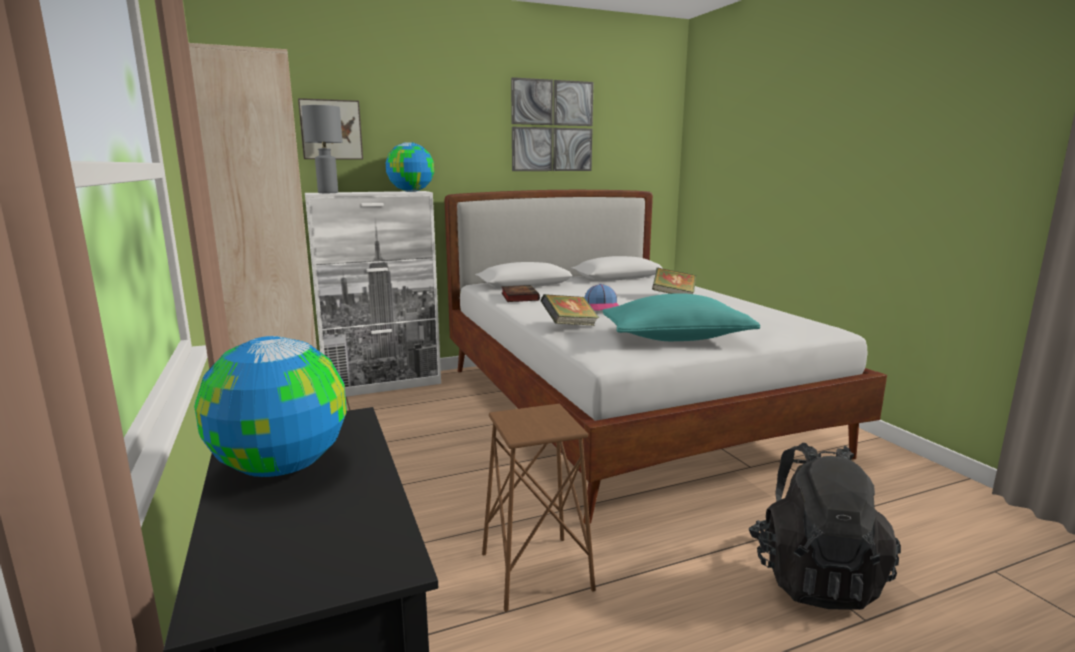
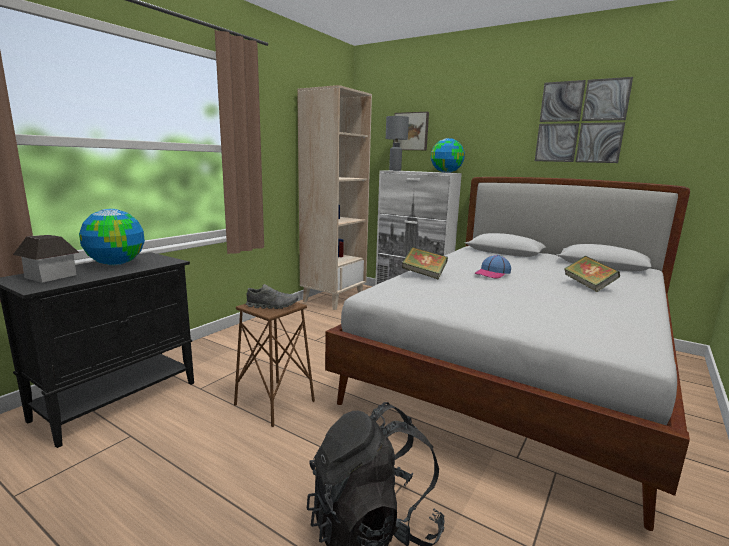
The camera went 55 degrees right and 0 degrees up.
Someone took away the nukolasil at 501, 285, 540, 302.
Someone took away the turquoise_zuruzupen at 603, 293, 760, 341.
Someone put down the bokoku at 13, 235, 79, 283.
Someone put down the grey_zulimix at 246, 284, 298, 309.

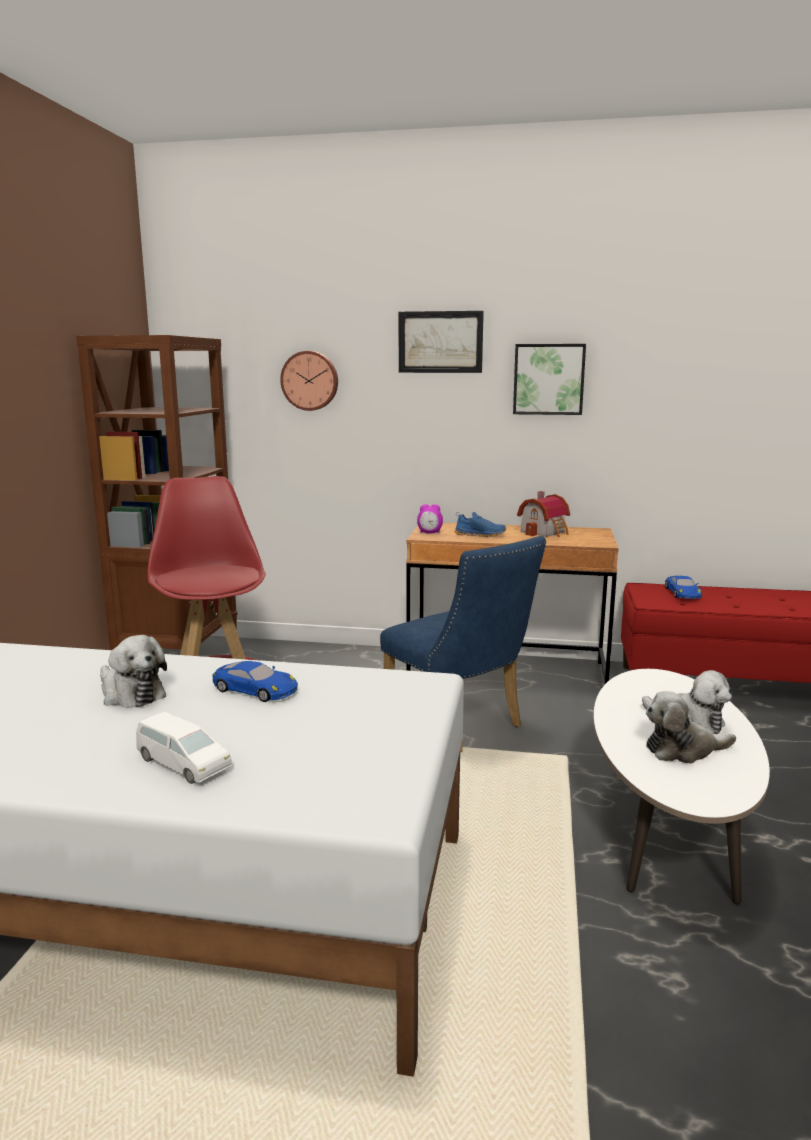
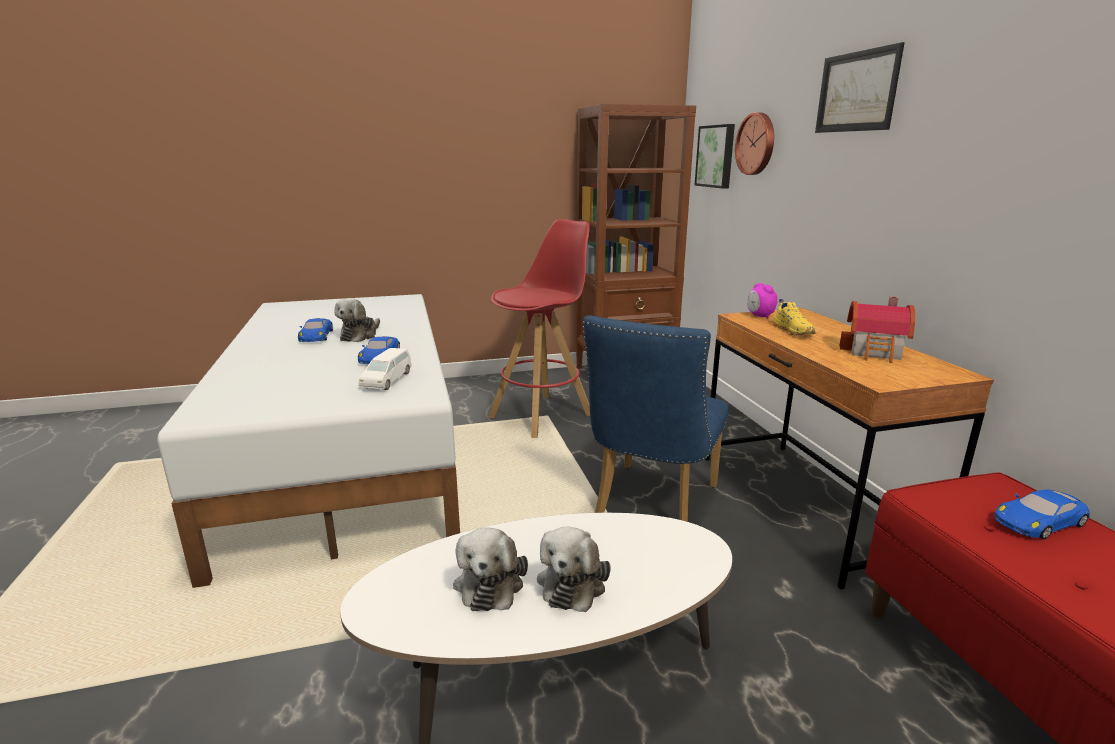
The camera went 65 degrees right and 5 degrees up.
Someone put down the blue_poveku at 298, 318, 333, 342.
Someone carried the white_poveku from 136, 712, 232, 784 to 359, 348, 411, 390.
Someone carried the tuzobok from 513, 344, 586, 415 to 695, 124, 735, 189.
Someone repainted the blue_zulimix at 454, 512, 506, 537, which became the yellow_zulimix at 772, 299, 816, 335.
Someone rotated the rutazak at 646, 691, 736, 764 by 150 degrees counterclockwise.

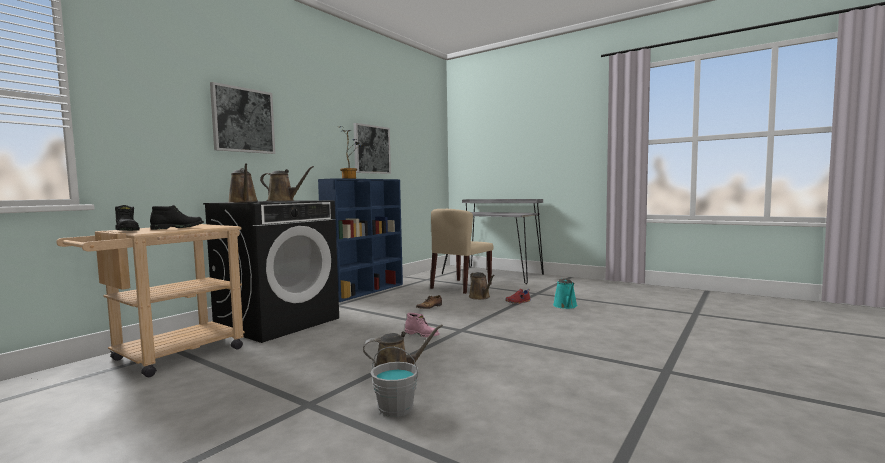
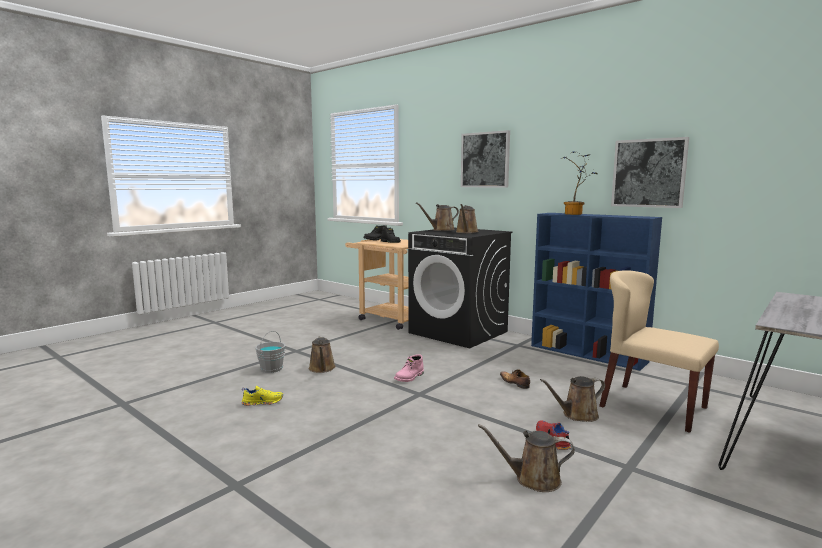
The camera went 95 degrees right and 5 degrees up.
Someone put down the yellow_zulimix at 241, 386, 283, 406.
Someone repainted the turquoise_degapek at 553, 278, 578, 309, which became the brown_degapek at 478, 424, 575, 492.

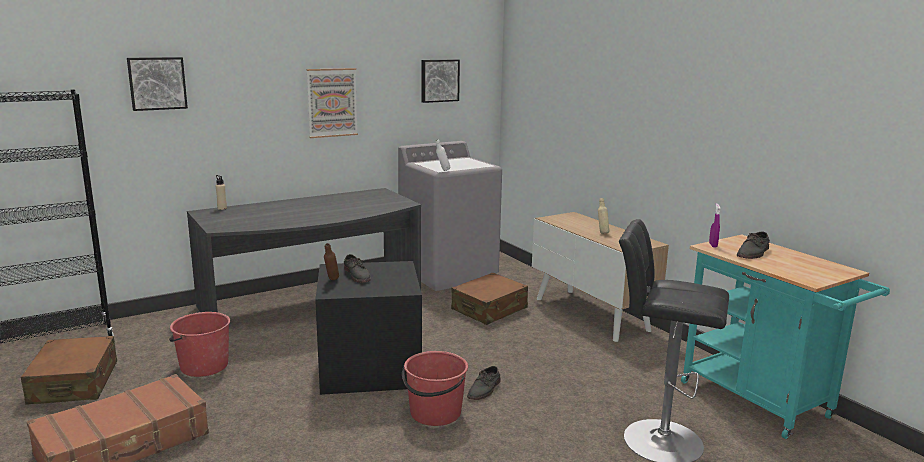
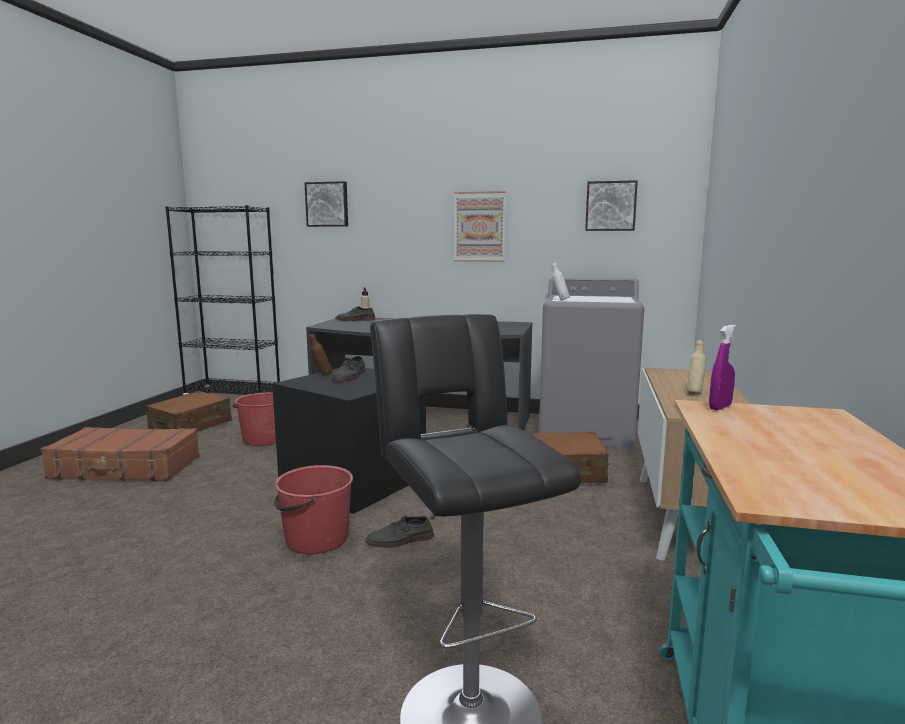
The camera went 45 degrees right and 5 degrees down.
Someone carried the grey_zulimix from 737, 231, 770, 259 to 335, 306, 376, 321.

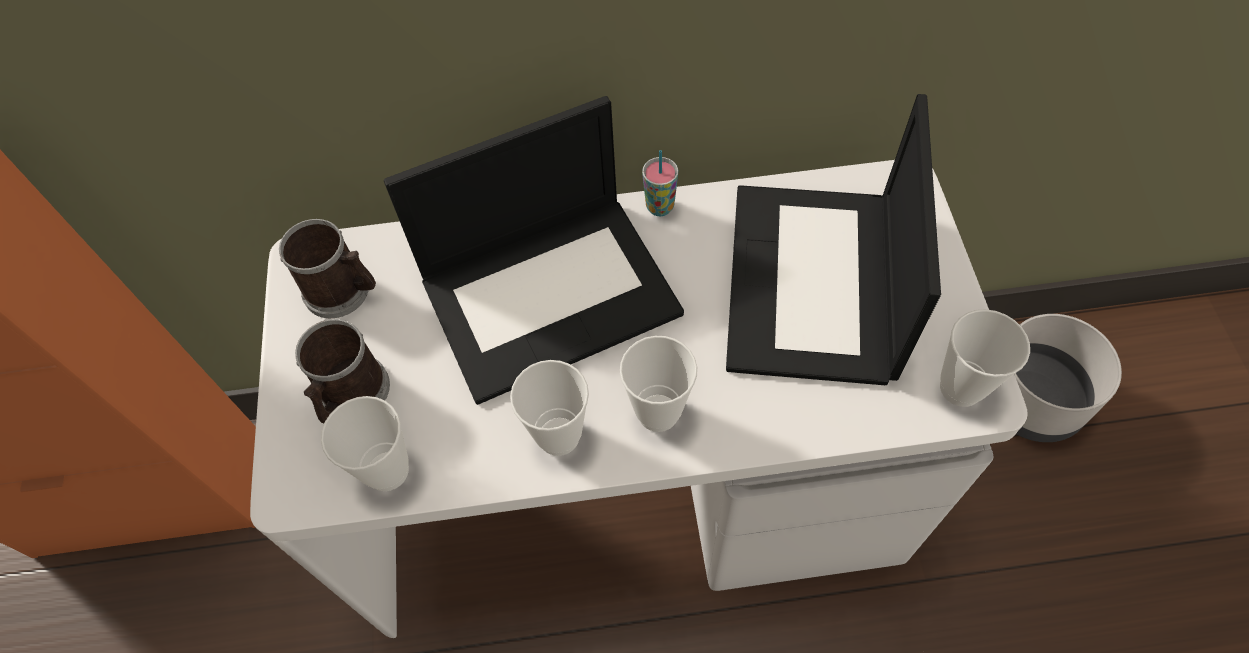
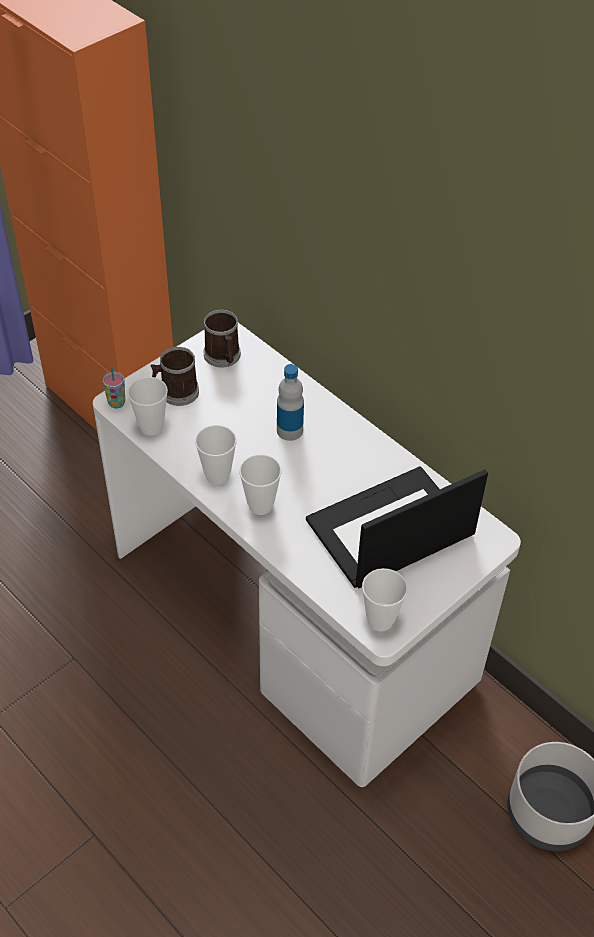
The camera went 50 degrees right and 10 degrees down.
Someone carried the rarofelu from 642, 150, 678, 216 to 103, 366, 125, 409.
Someone swapped the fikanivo at 384, 96, 684, 405 for the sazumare at 277, 364, 304, 441.

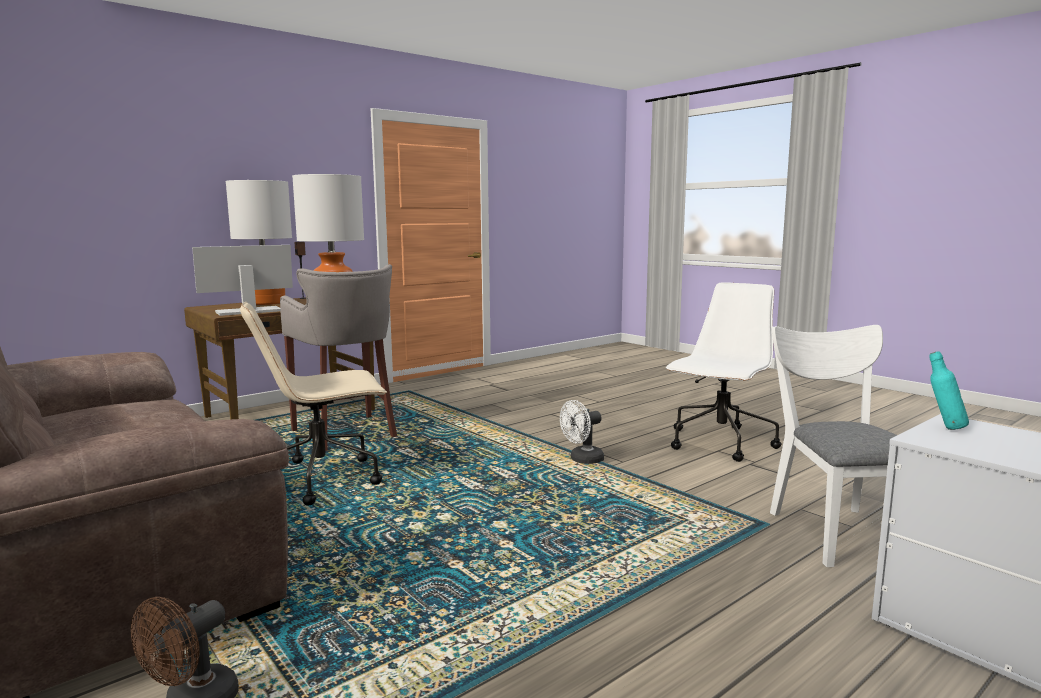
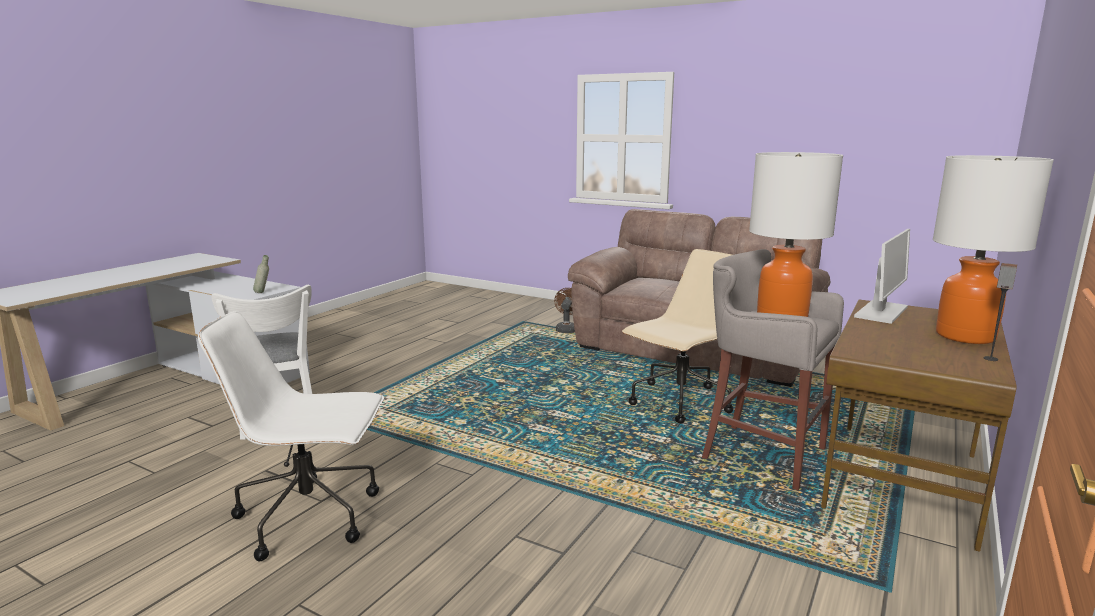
The camera went 160 degrees right and 5 degrees up.
Someone took away the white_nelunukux at 560, 400, 604, 464.
Someone repainted the turquoise_sazumare at 930, 351, 969, 430, which became the grey_sazumare at 253, 255, 269, 293.
Someone rotated the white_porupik at 666, 282, 782, 462 by 75 degrees clockwise.

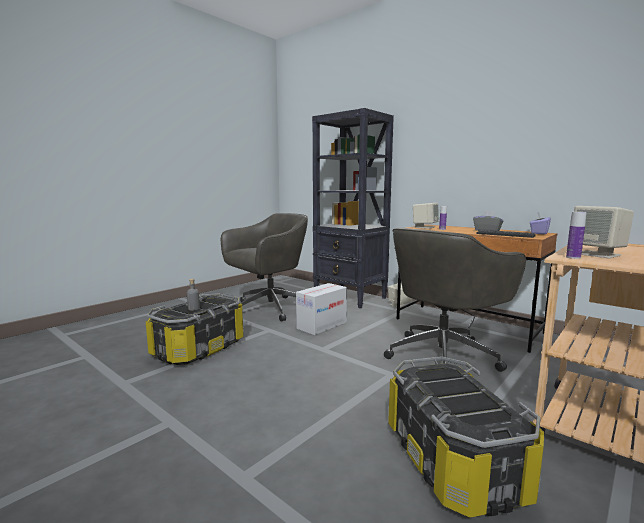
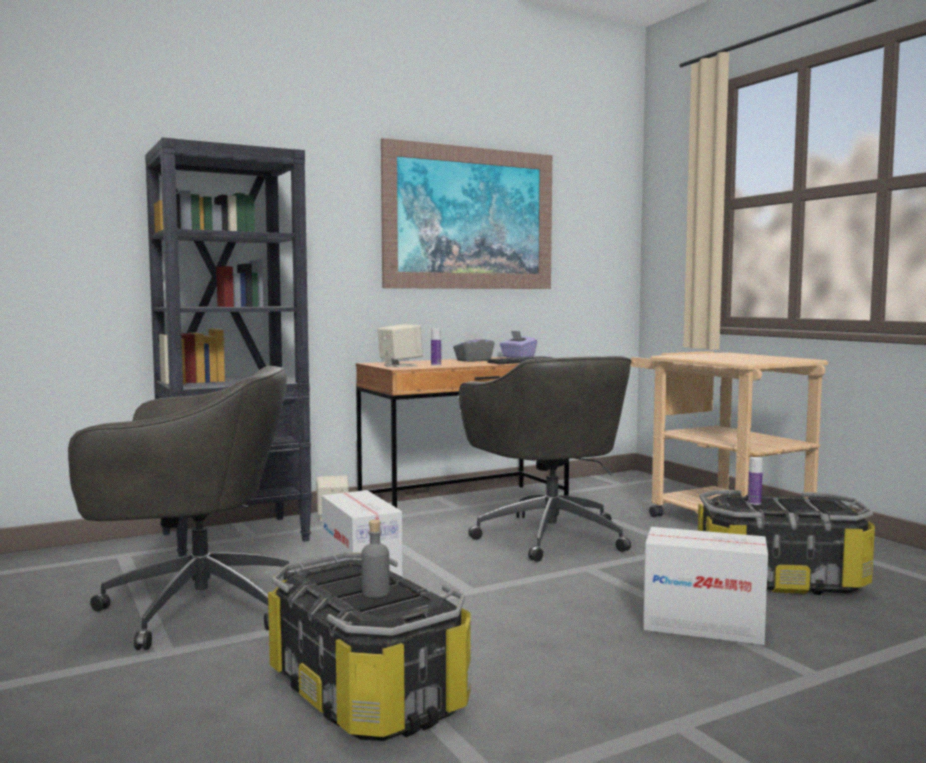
The camera went 70 degrees left and 5 degrees down.
Someone took away the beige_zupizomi at 574, 206, 634, 258.
Someone put up the tuzobok at 381, 138, 552, 289.
Someone put down the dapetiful at 643, 527, 768, 645.
Someone carried the sazumare from 566, 212, 587, 259 to 748, 457, 763, 505.
Someone rotated the grey_porupik at 221, 213, 308, 322 by 105 degrees clockwise.

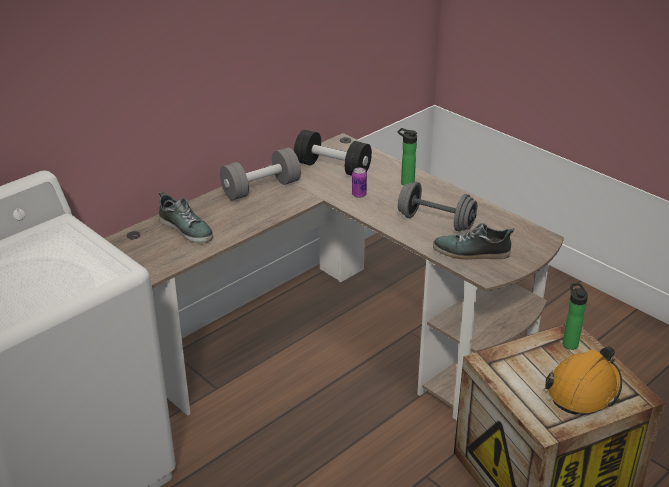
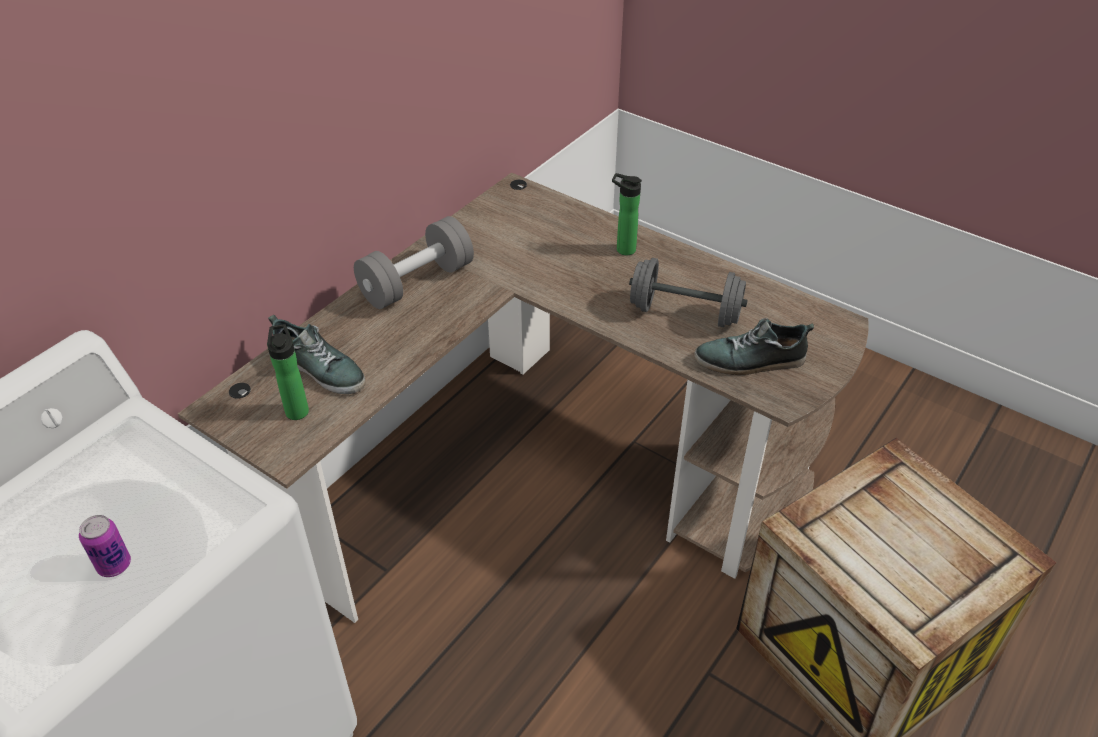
The camera went 10 degrees left and 10 degrees up.
Someone took away the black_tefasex at 294, 130, 372, 176.
Someone took away the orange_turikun at 545, 346, 622, 415.
Someone carried the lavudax from 352, 168, 367, 198 to 79, 515, 131, 577.
Someone carried the sazumare from 563, 283, 588, 350 to 267, 324, 309, 420.

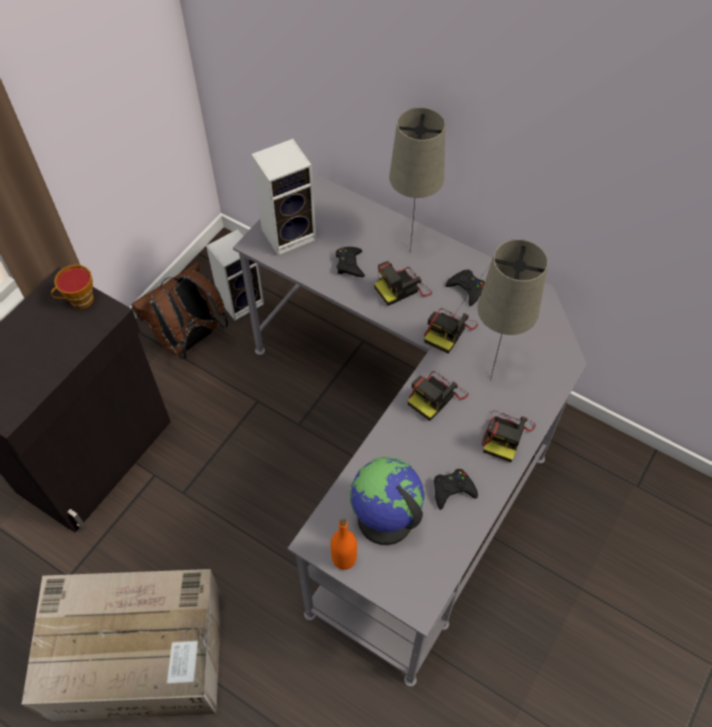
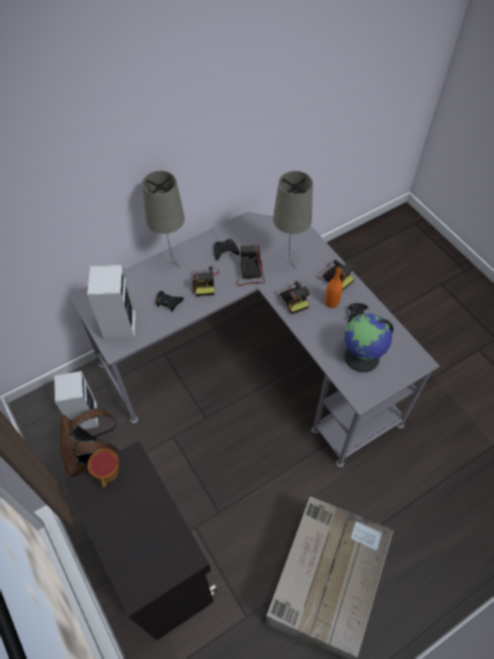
The camera went 65 degrees left and 0 degrees up.
Someone carried the orange_sazumare from 331, 519, 357, 570 to 325, 266, 343, 308.
Someone rotated the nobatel at 424, 308, 478, 354 by 150 degrees counterclockwise.

